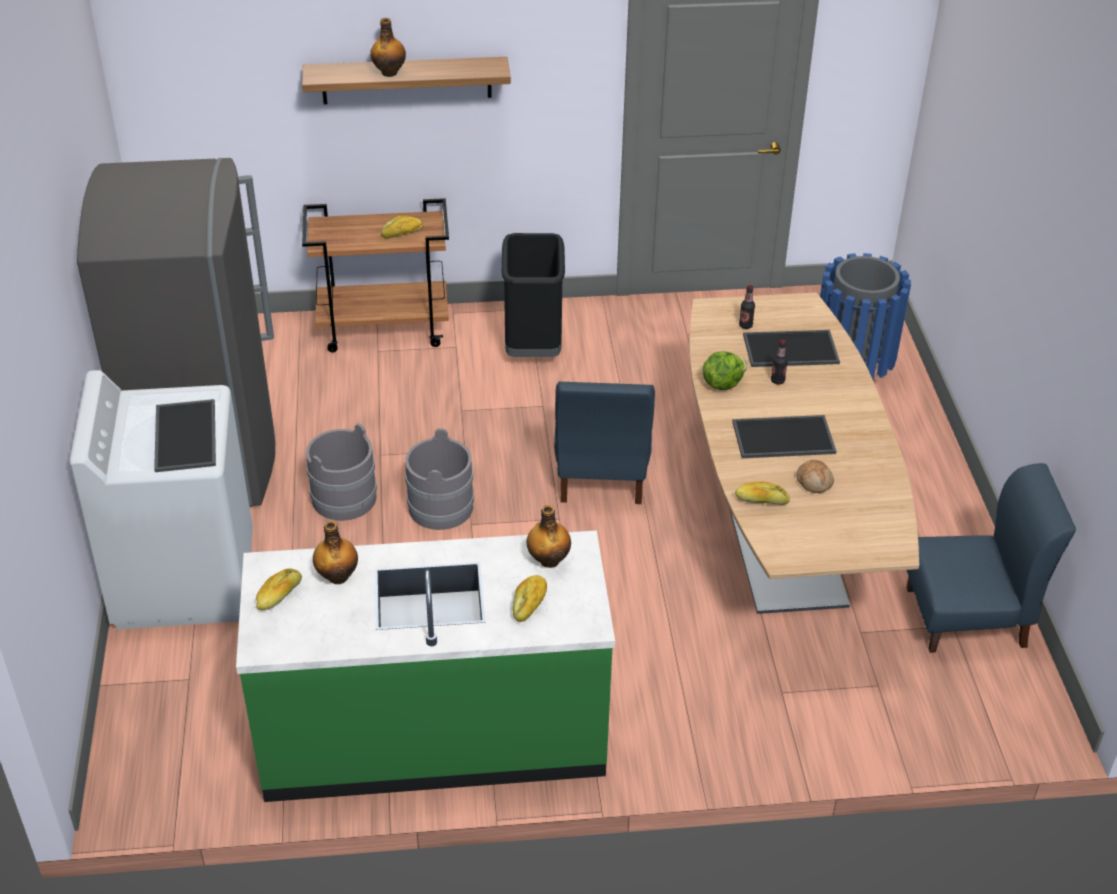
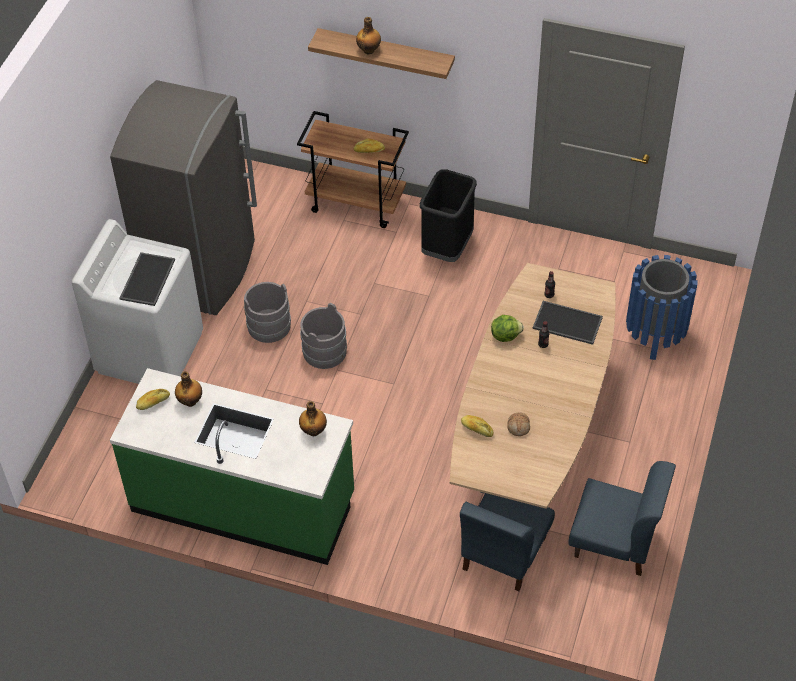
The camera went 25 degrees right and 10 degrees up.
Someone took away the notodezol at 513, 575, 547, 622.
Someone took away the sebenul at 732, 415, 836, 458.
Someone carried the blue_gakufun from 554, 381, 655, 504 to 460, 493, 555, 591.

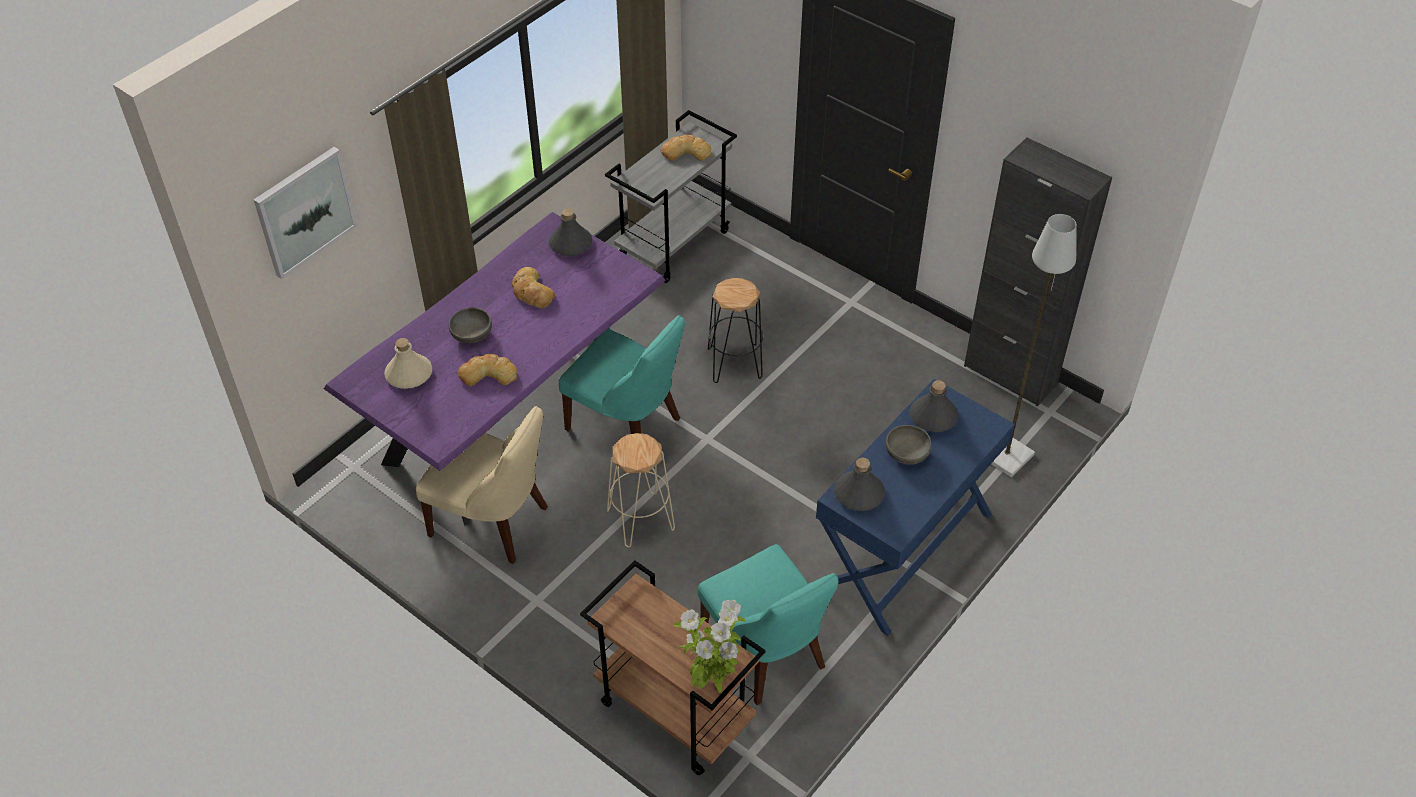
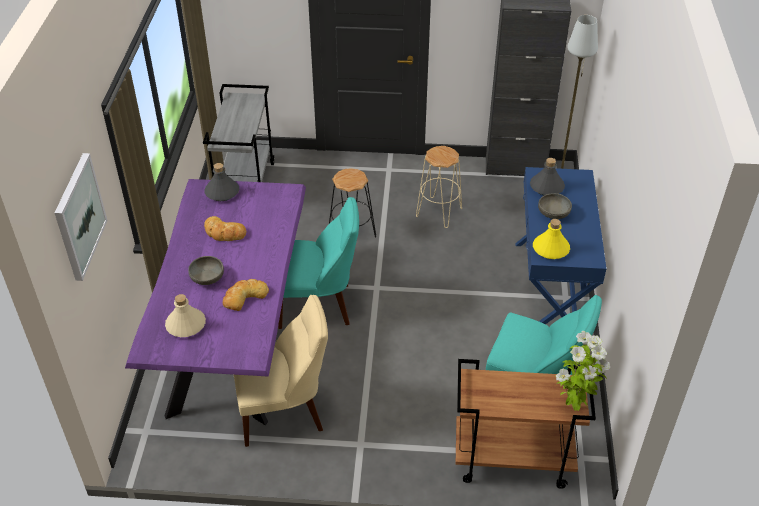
The camera went 35 degrees left and 5 degrees down.
Someone took away the notodezol at 660, 135, 711, 161.
Someone carried the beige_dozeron from 607, 433, 675, 547 to 416, 146, 462, 228.
Someone repainted the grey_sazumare at 834, 458, 885, 511, which became the yellow_sazumare at 533, 219, 570, 259.

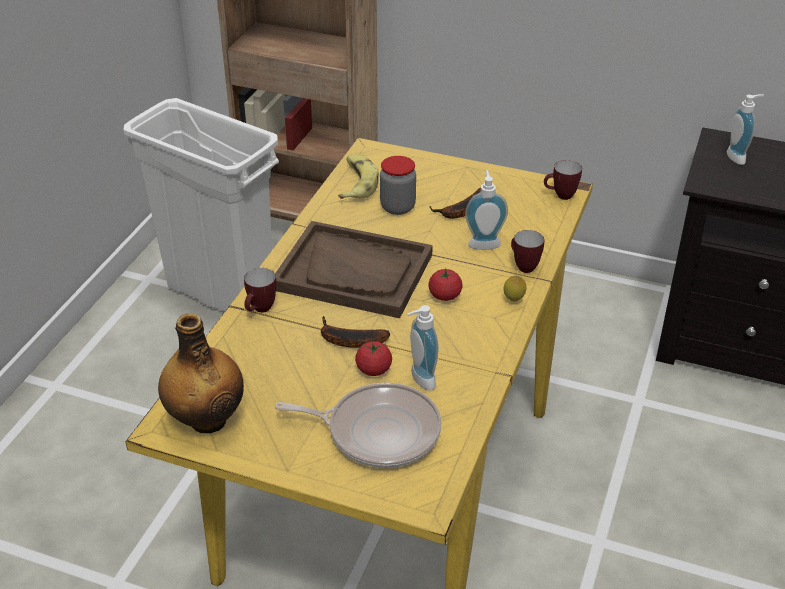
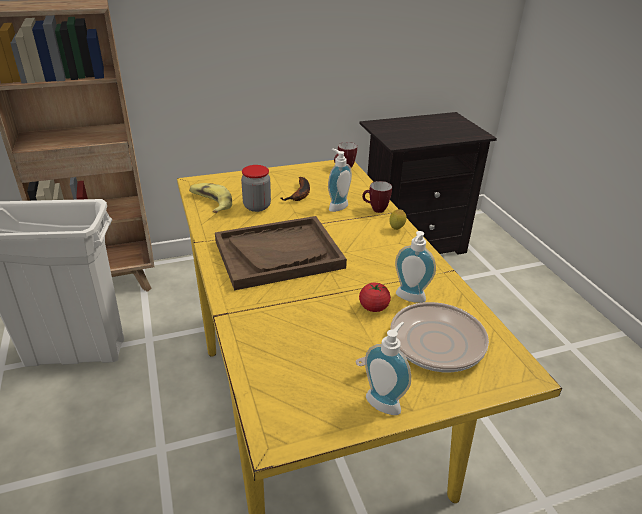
The camera went 40 degrees left and 5 degrees down.
Someone took away the sazumare at 158, 313, 244, 433.
Someone took away the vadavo at 244, 268, 277, 313.
Someone took away the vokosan at 321, 316, 390, 348.
Someone took away the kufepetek at 428, 268, 463, 301.
Someone carried the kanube from 727, 94, 764, 165 to 365, 322, 411, 415.

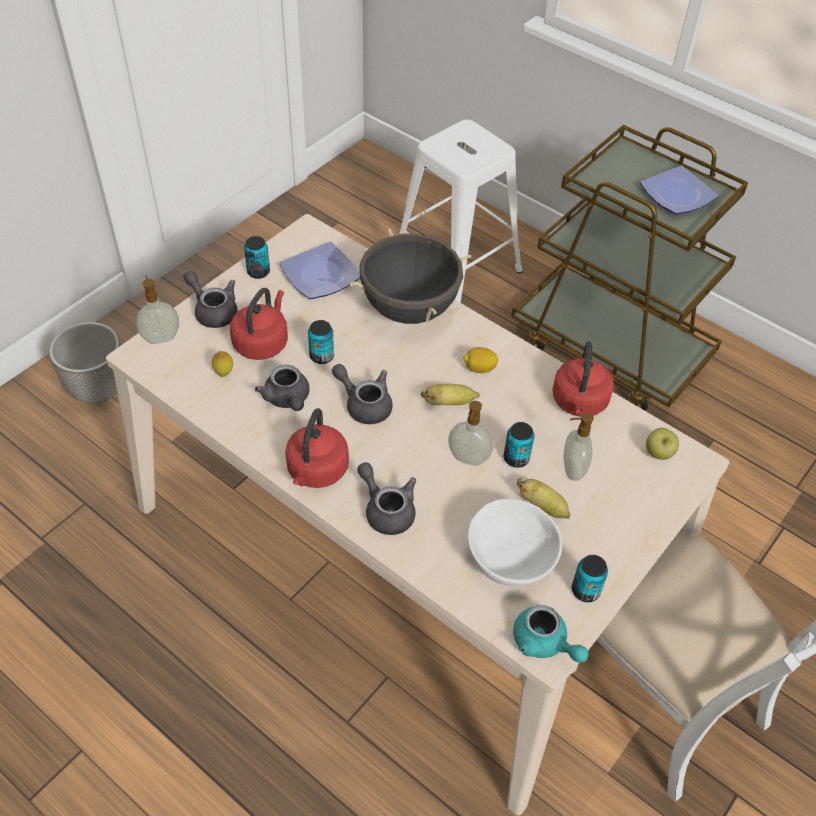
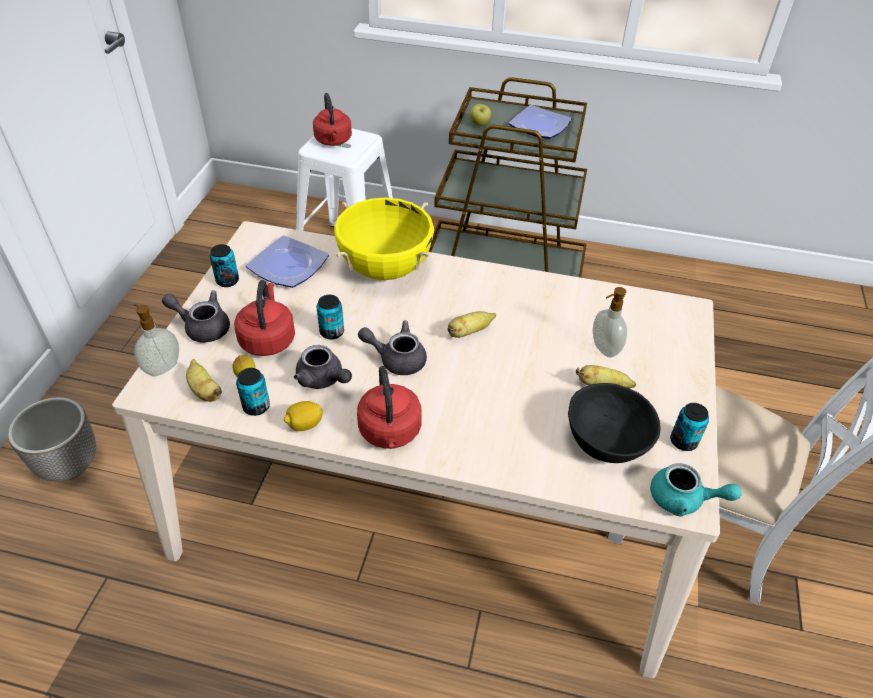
The camera went 25 degrees left and 5 degrees down.
Someone took away the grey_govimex at 357, 462, 416, 535.
Someone took away the kanube at 448, 401, 493, 465.
Someone put down the vokosan at 186, 359, 222, 402.
Someone carried the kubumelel from 463, 347, 498, 373 to 284, 401, 322, 431.
Someone carried the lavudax from 503, 422, 535, 468 to 236, 368, 270, 416.
Someone carried the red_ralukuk from 552, 341, 614, 417 to 313, 93, 352, 146.
Someone carried the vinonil from 646, 428, 679, 460 to 470, 104, 491, 126.
Someone repainted the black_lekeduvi at 350, 229, 471, 324, which became the yellow_lekeduvi at 334, 197, 434, 280.
Someone repainted the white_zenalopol at 468, 499, 562, 586, which became the black_zenalopol at 568, 383, 660, 463.

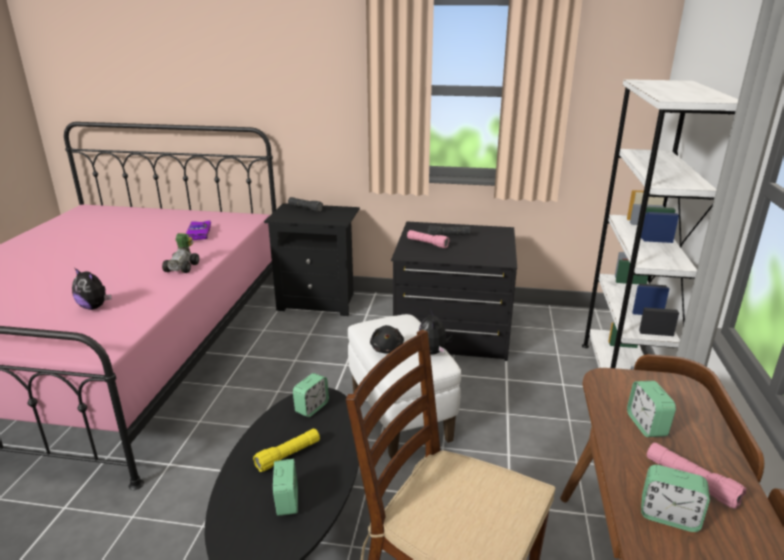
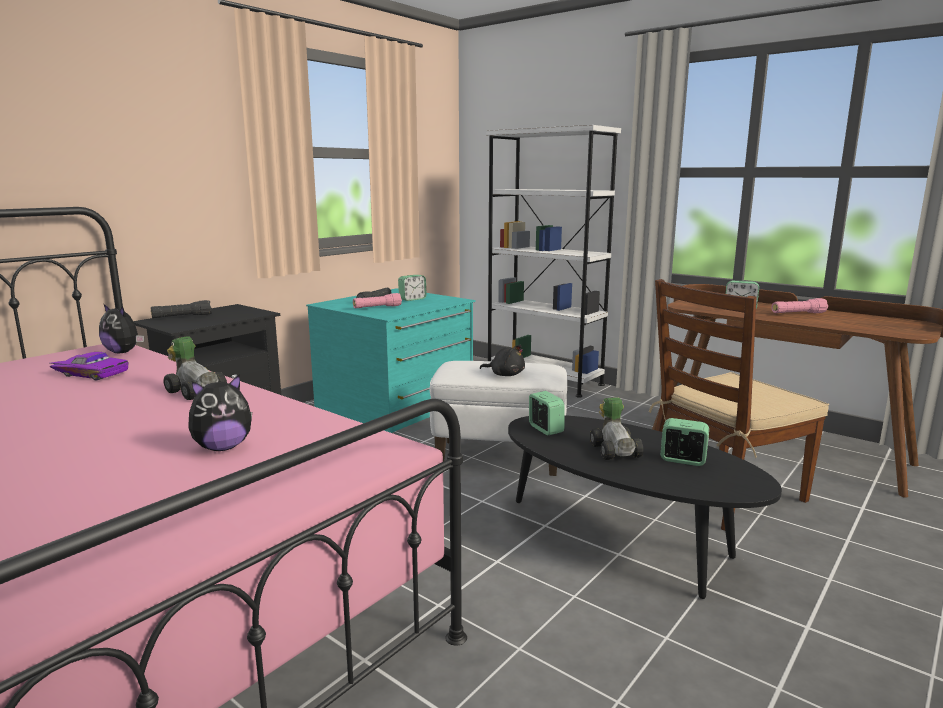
The camera went 60 degrees left and 10 degrees down.
Someone carried the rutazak from 419, 309, 454, 355 to 99, 304, 144, 353.
Someone carried the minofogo from 641, 465, 710, 532 to 398, 275, 427, 301.
Someone swapped the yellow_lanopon at 253, 429, 320, 472 for the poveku at 590, 397, 644, 460.
Someone repainted the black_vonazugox at 391, 222, 517, 361, which became the turquoise_vonazugox at 306, 288, 476, 433.

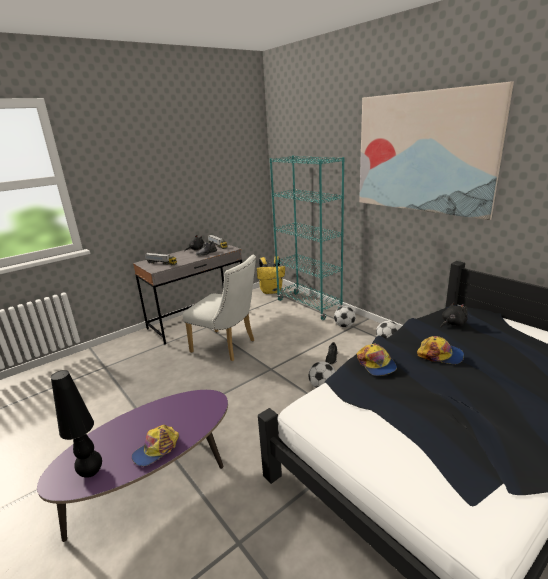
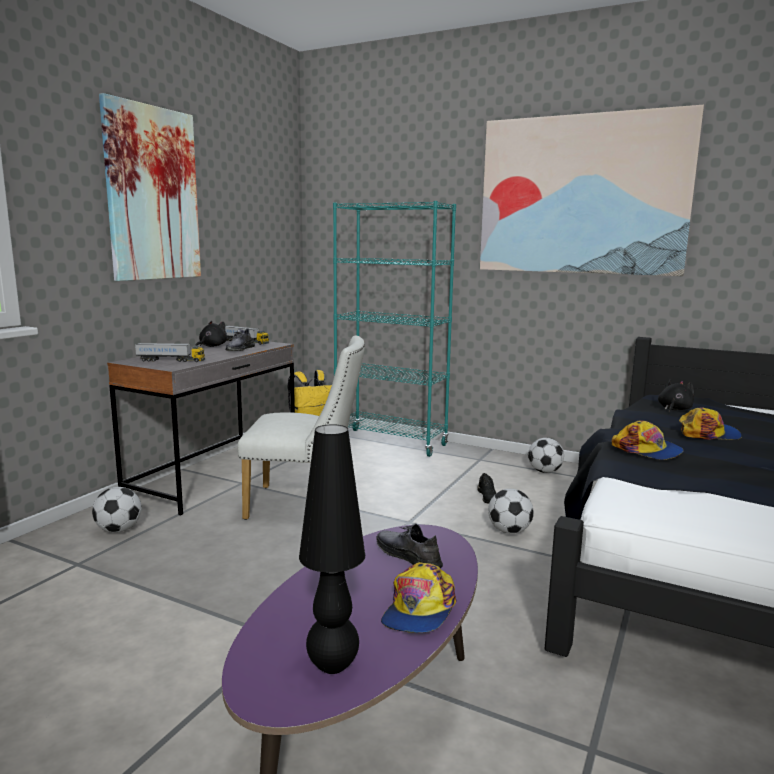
The camera went 25 degrees left and 10 degrees down.
Someone put up the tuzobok at 99, 93, 201, 281.
Someone put down the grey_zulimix at 376, 524, 443, 569.
Someone carried the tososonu from 334, 306, 356, 328 to 92, 487, 142, 533.

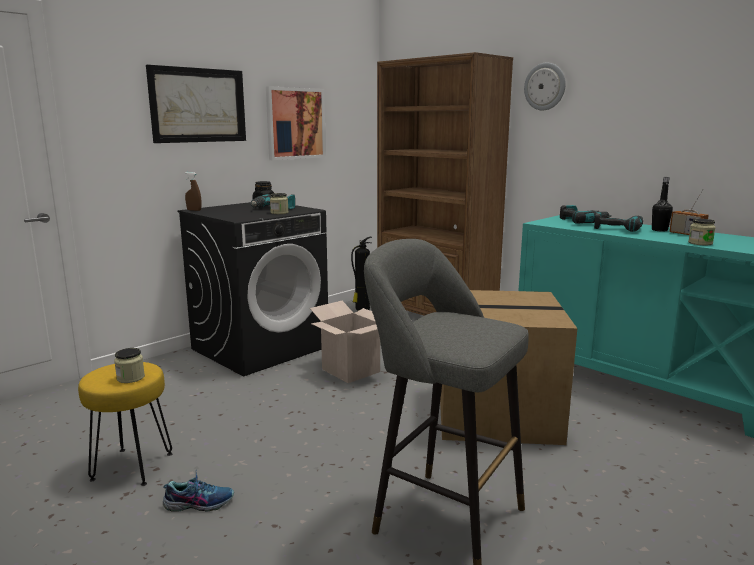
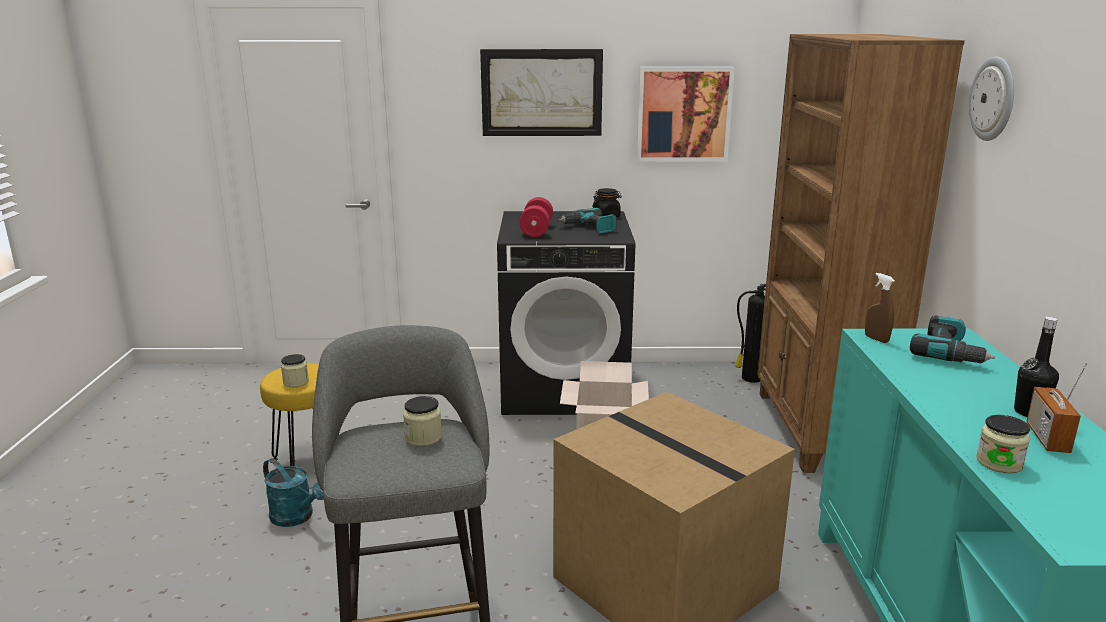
The camera went 45 degrees right and 5 degrees up.
Someone took away the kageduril at 594, 212, 643, 232.
Someone put down the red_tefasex at 519, 197, 553, 237.
Someone carried the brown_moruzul from 185, 172, 201, 211 to 865, 273, 895, 343.
Someone carried the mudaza from 270, 193, 288, 214 to 403, 396, 442, 446.
Someone swapped the zulimix at 163, 472, 234, 512 for the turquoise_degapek at 263, 458, 324, 527.

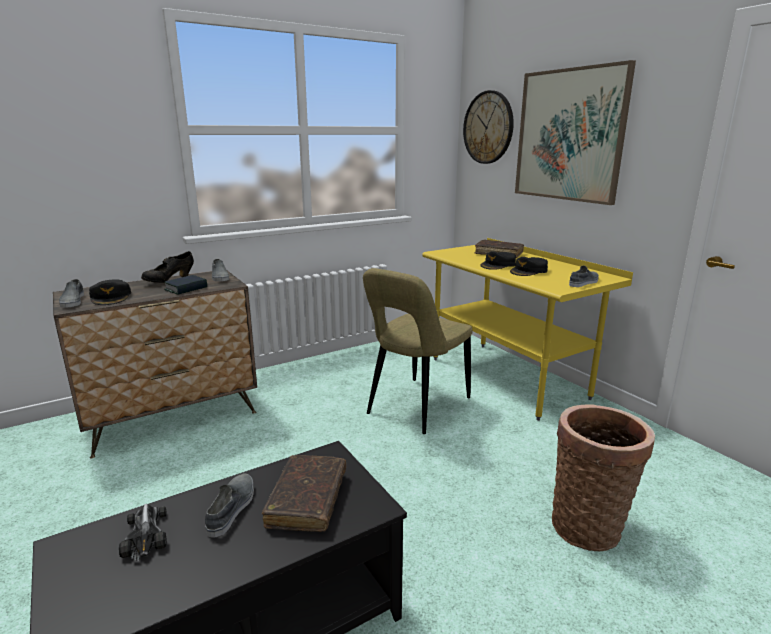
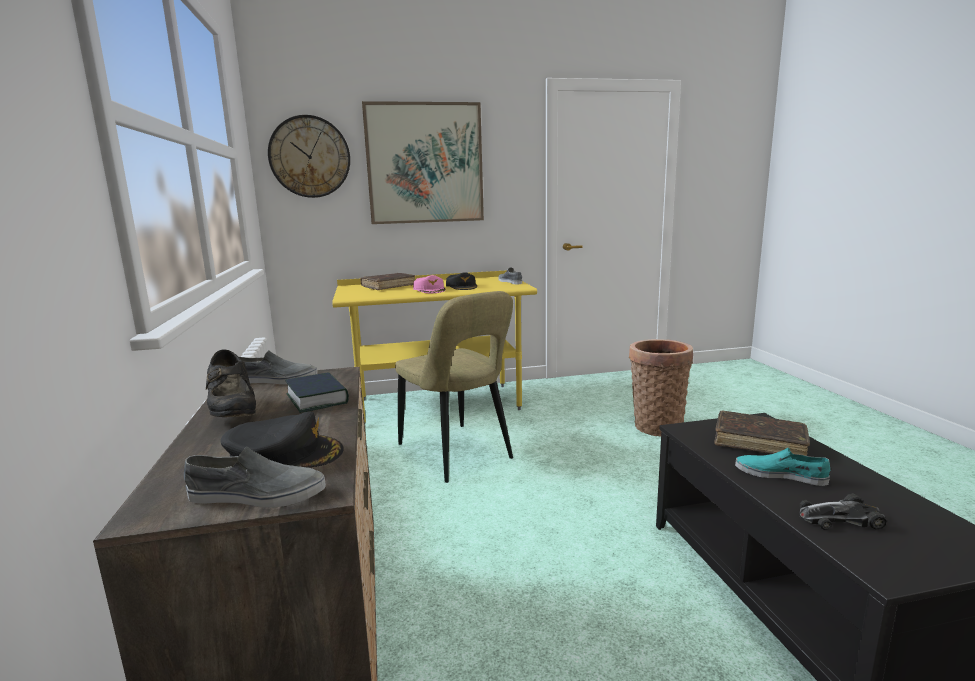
The camera went 70 degrees left and 5 degrees down.
Someone repainted the grey_zulimix at 205, 474, 254, 538, which became the turquoise_zulimix at 735, 448, 830, 486.
Someone repainted the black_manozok at 480, 251, 516, 270, which became the pink_manozok at 413, 275, 446, 293.

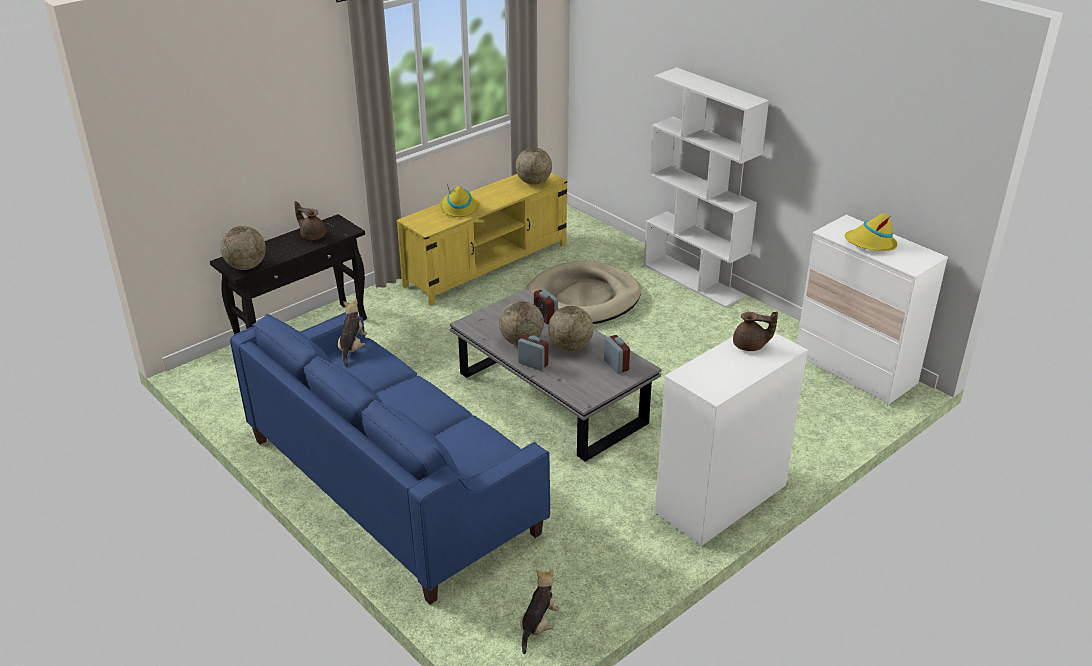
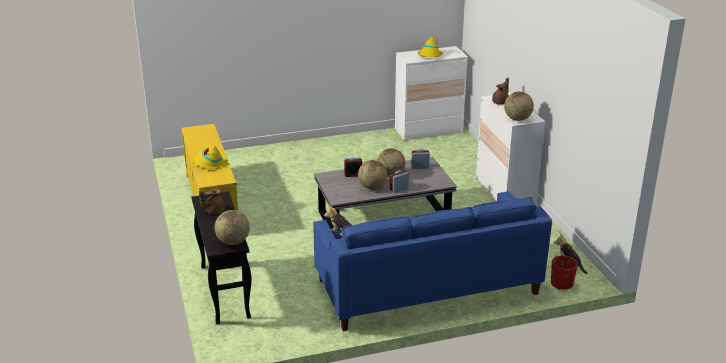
The camera went 65 degrees left and 5 degrees down.
Someone took away the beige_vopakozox at 526, 261, 641, 324.
Someone took away the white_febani at 644, 68, 769, 308.
Someone put down the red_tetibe at 551, 255, 578, 290.
Someone carried the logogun from 515, 147, 552, 185 to 504, 91, 534, 121.

